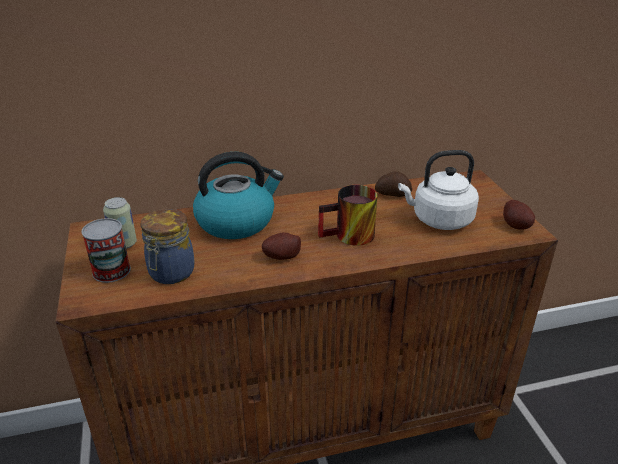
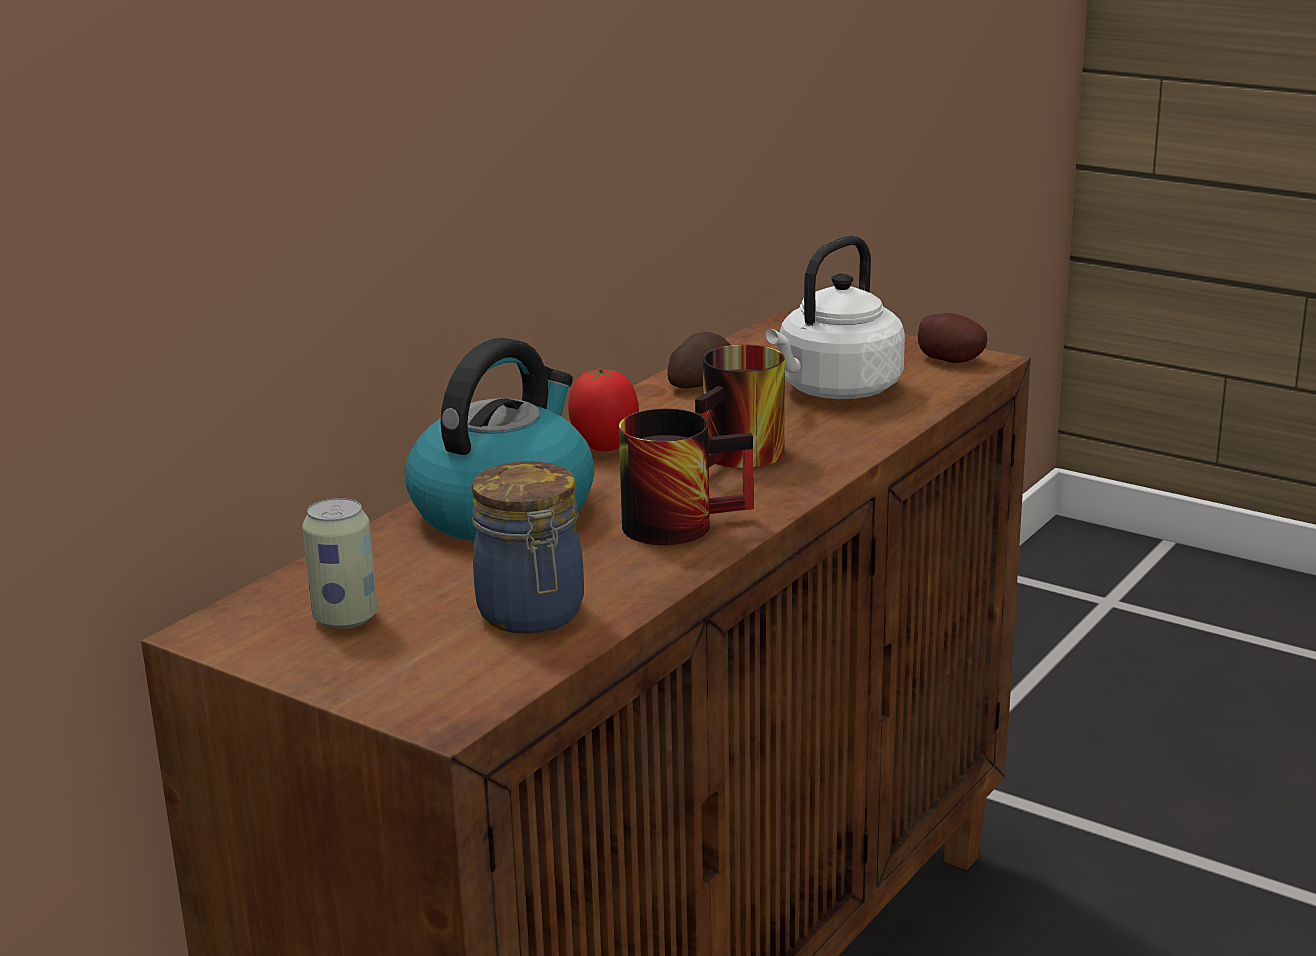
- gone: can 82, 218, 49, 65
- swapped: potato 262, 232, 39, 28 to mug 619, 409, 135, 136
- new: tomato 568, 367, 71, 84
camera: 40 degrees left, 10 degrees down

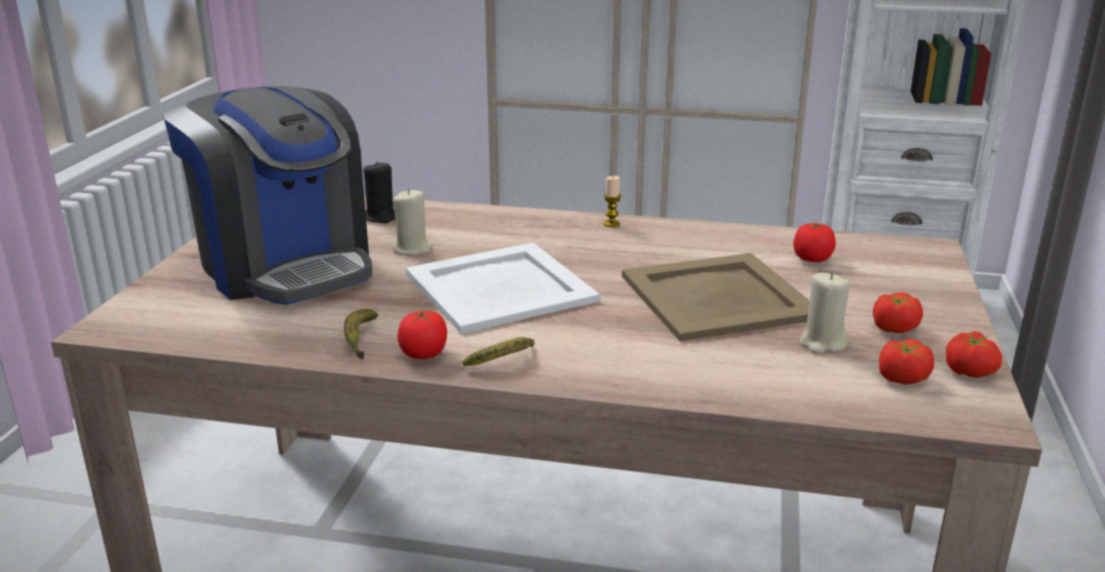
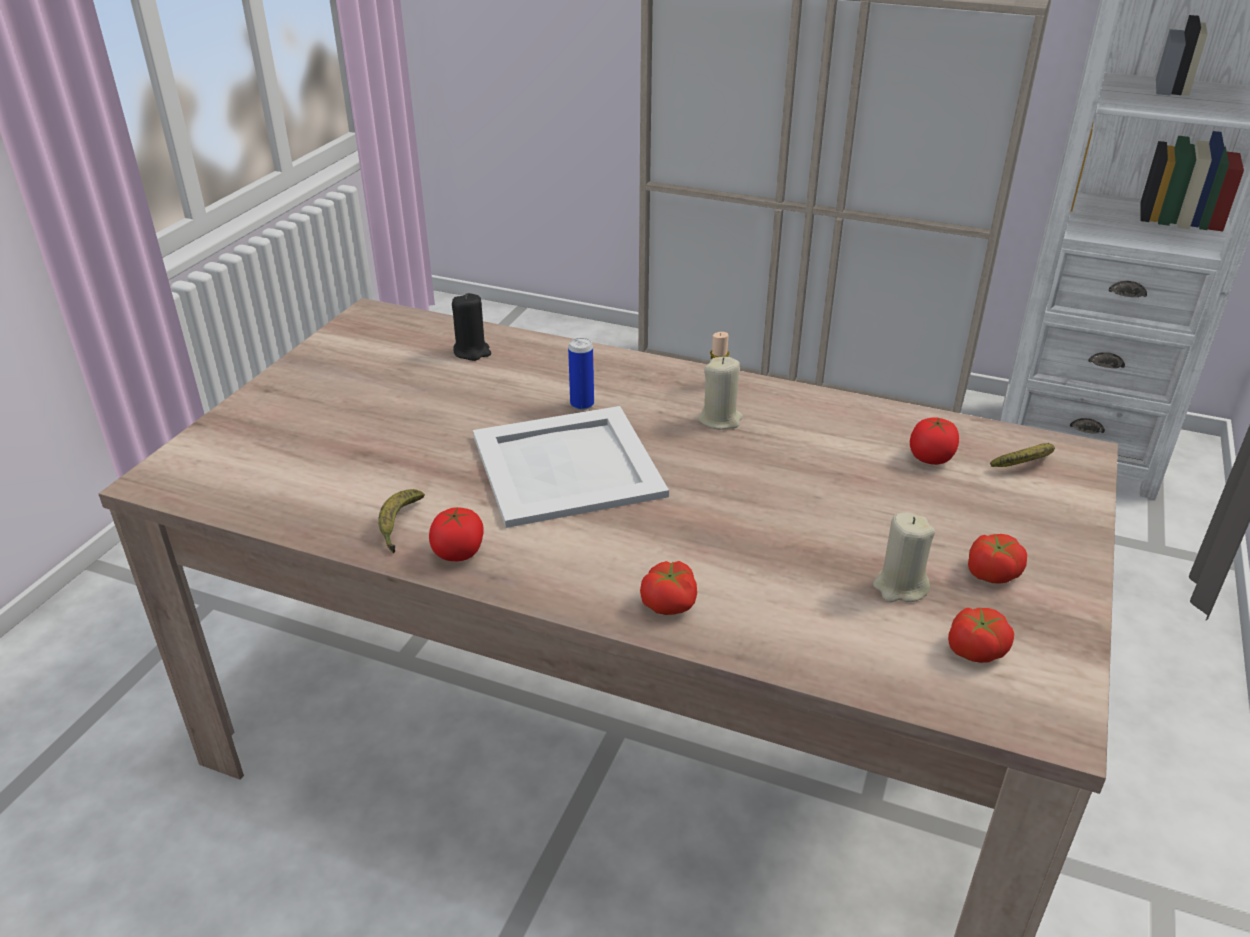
- gone: coffee machine 163, 86, 209, 219
- shifted: beige candle 392, 189, 41, 66 to 698, 357, 45, 73
- shifted: banana 462, 337, 73, 29 to 990, 443, 65, 24
- gone: beige tray 622, 253, 188, 88
- shifted: tomato 946, 331, 56, 47 to 640, 561, 57, 54
- new: can 568, 338, 26, 72
camera: 10 degrees right, 10 degrees up

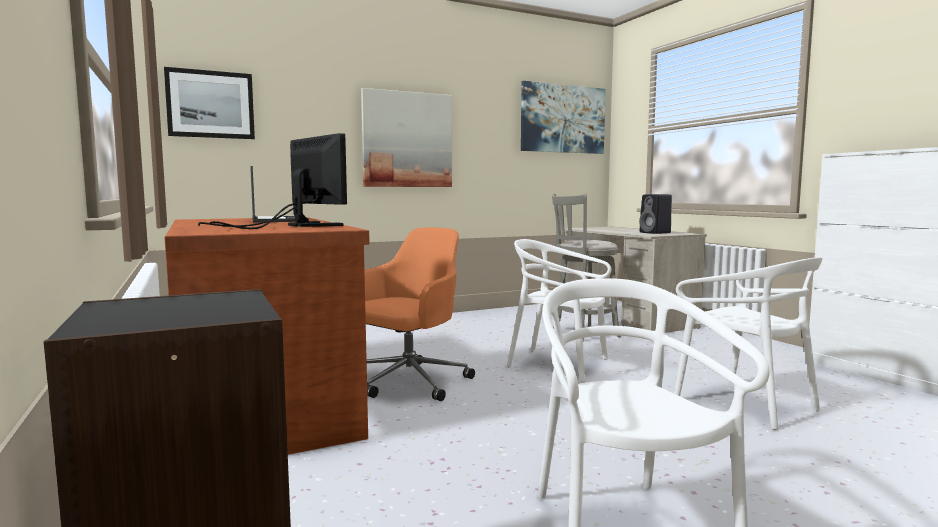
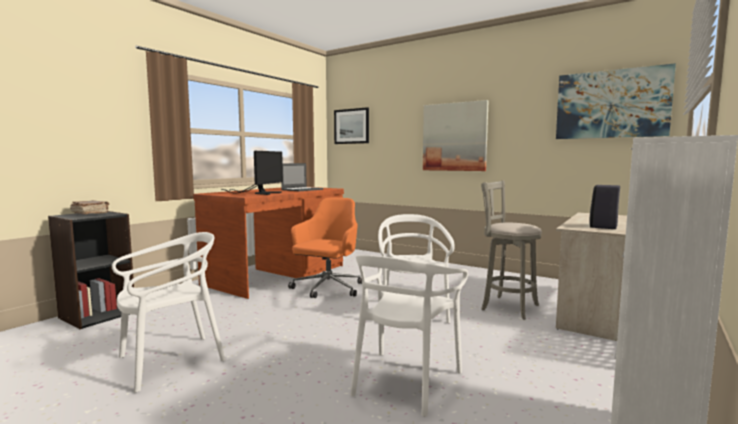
- rotated: orange office chair 365, 227, 110, 174 = 288, 197, 74, 101 75 degrees counterclockwise
- new: brown book 70, 200, 39, 14
camera: 60 degrees right, 0 degrees up

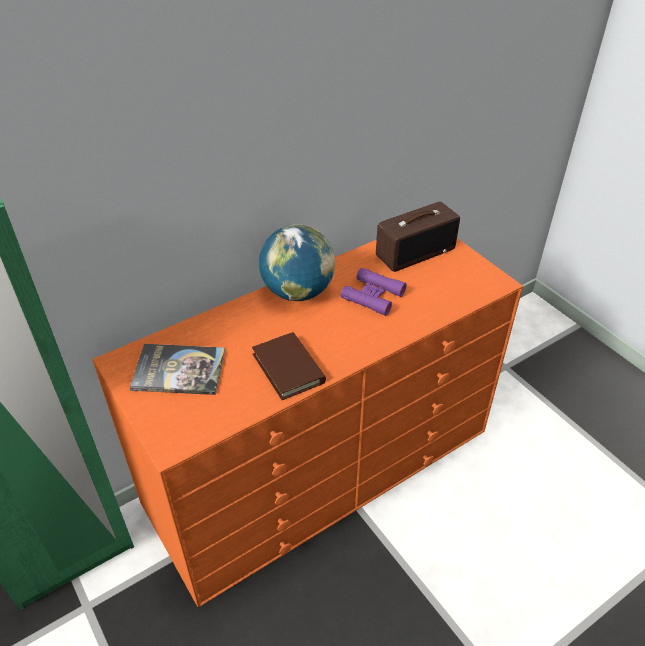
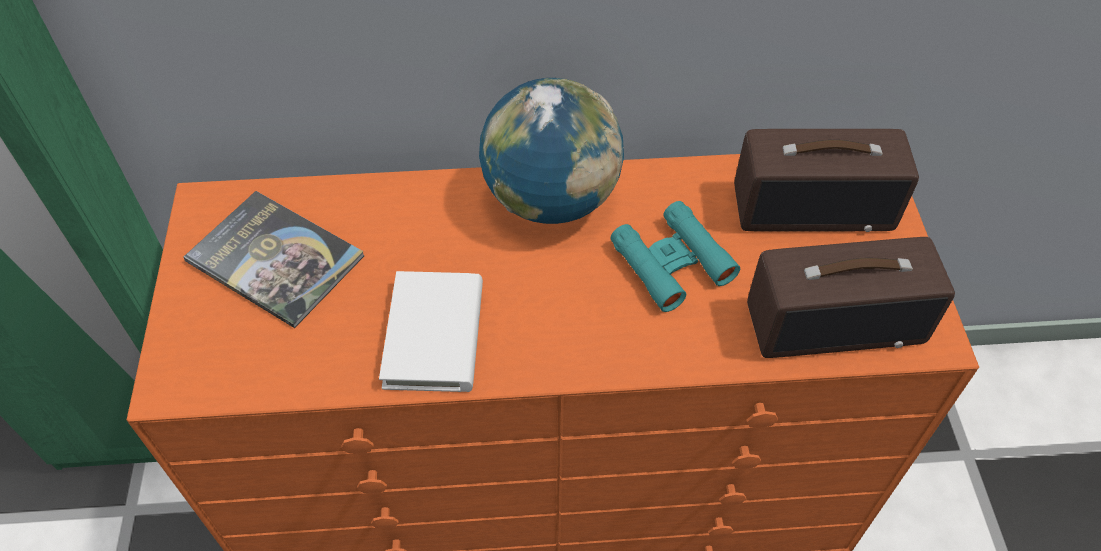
- repainted: brown book 252, 332, 74, 68 to white book 379, 271, 104, 121
- repainted: purple binoculars 341, 268, 66, 48 to turquoise binoculars 610, 201, 130, 111
- new: radio 747, 237, 208, 121
camera: 30 degrees right, 10 degrees up

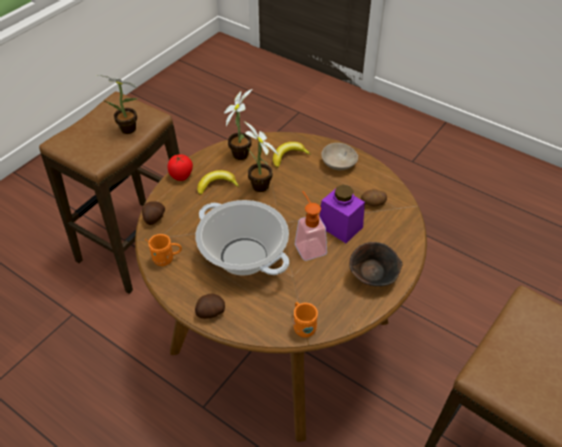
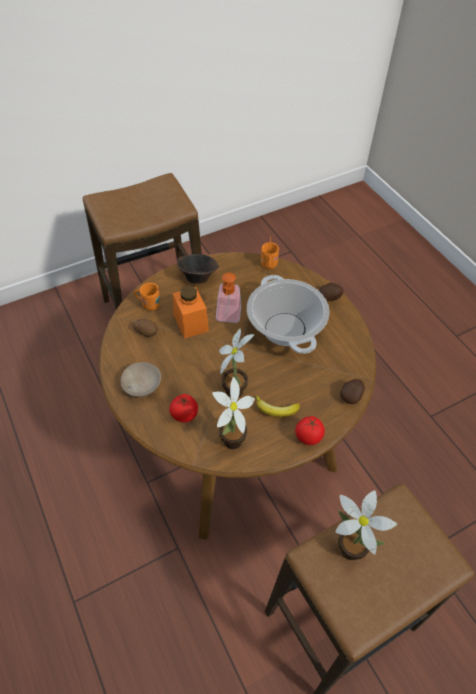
- shifted: orange mug 145, 234, 37, 32 to 134, 283, 26, 28
- swapped: banana 273, 142, 38, 26 to tomato 169, 394, 29, 29
- repainted: purple jar 319, 185, 46, 58 to orange jar 173, 286, 36, 53
camera: 155 degrees left, 5 degrees up

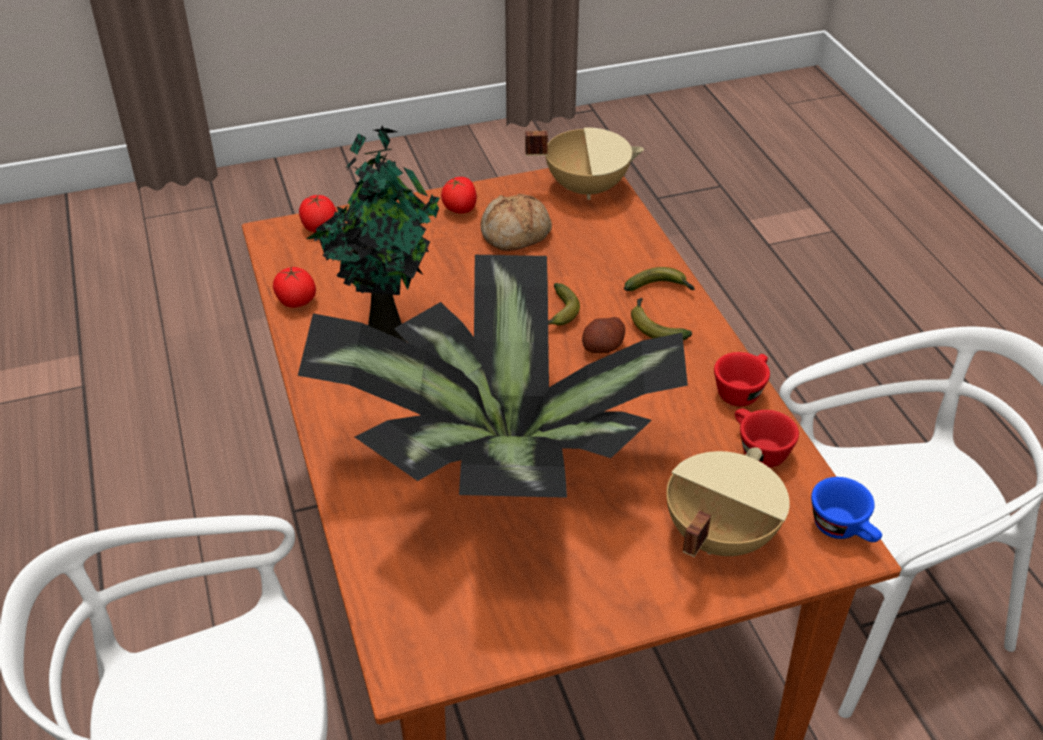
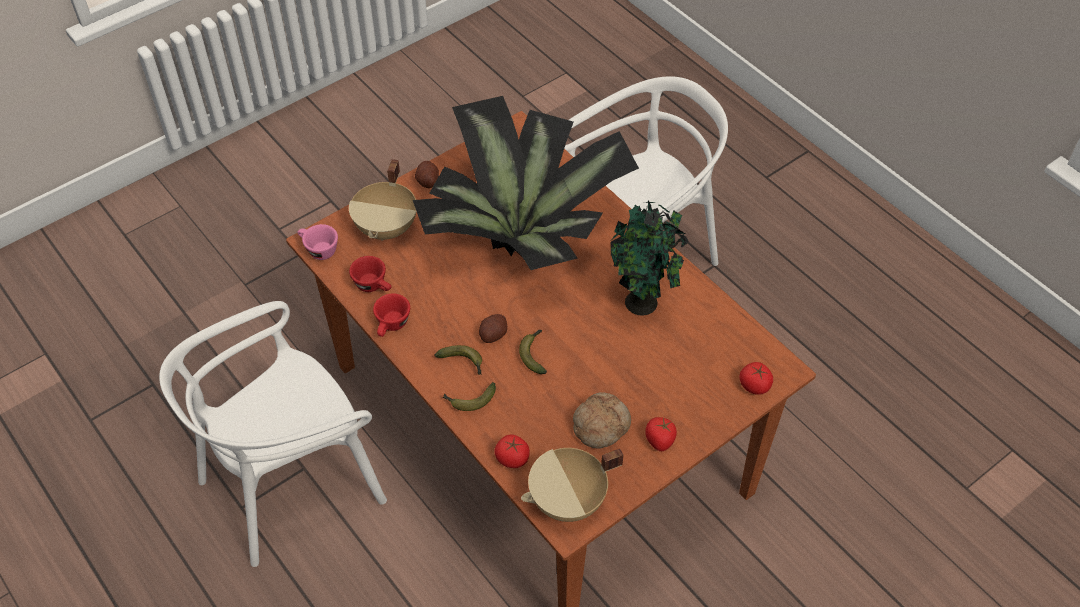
- shifted: tomato 273, 266, 43, 42 to 494, 435, 36, 33
- repainted: blue cup 811, 477, 71, 65 to pink cup 297, 224, 41, 36
- new: potato 415, 161, 24, 27
camera: 160 degrees right, 10 degrees up

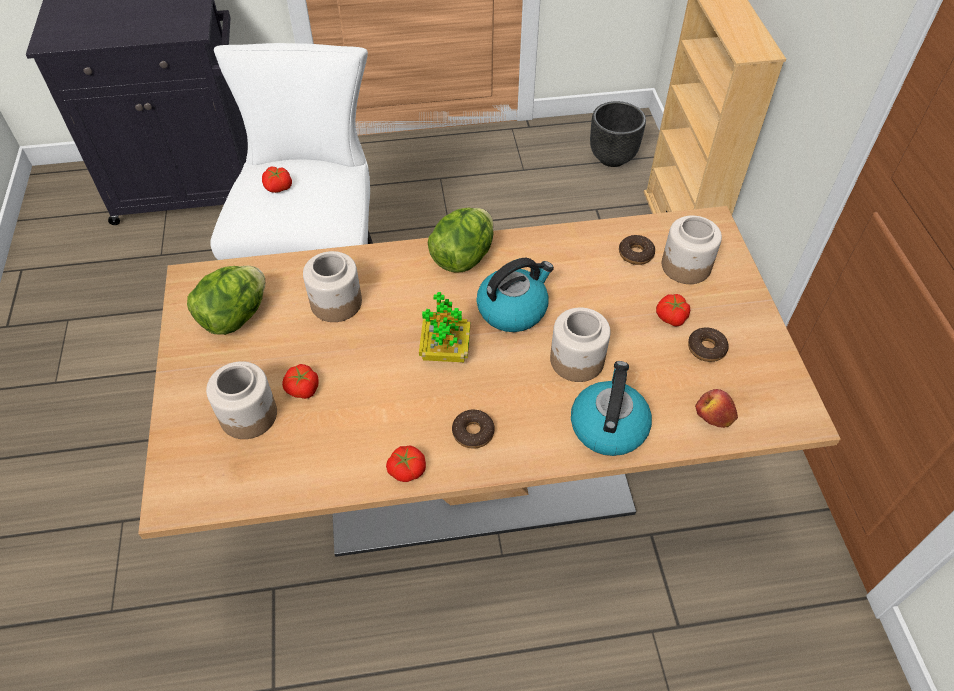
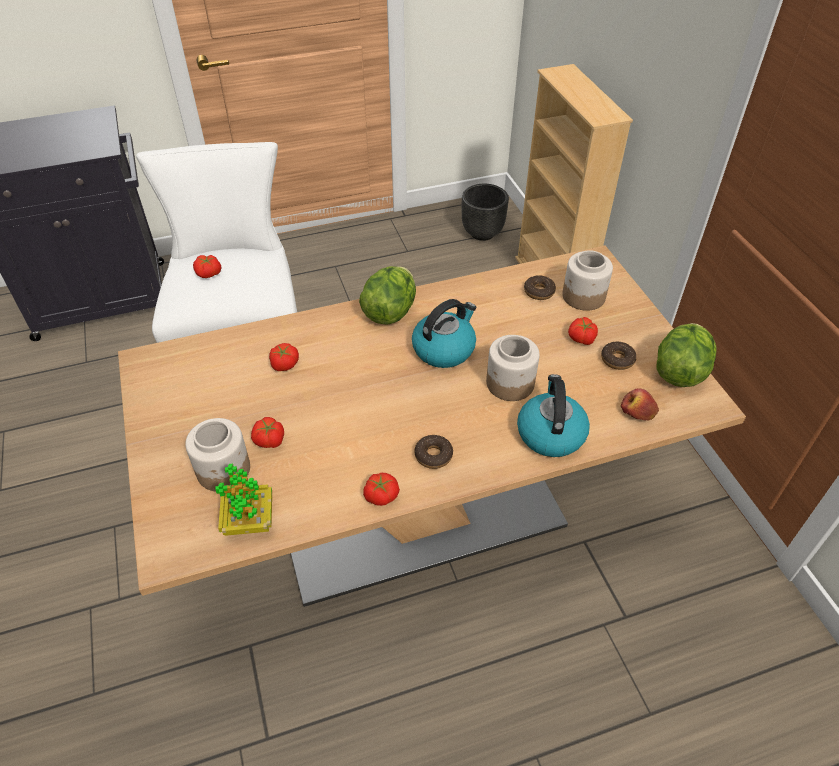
- shifted: lettuce 187, 266, 78, 69 to 656, 323, 61, 64
- swapped: jar 303, 251, 59, 71 to tomato 269, 343, 30, 28
- shifted: potted plant 419, 292, 51, 70 to 215, 464, 57, 72
camera: 10 degrees left, 5 degrees down

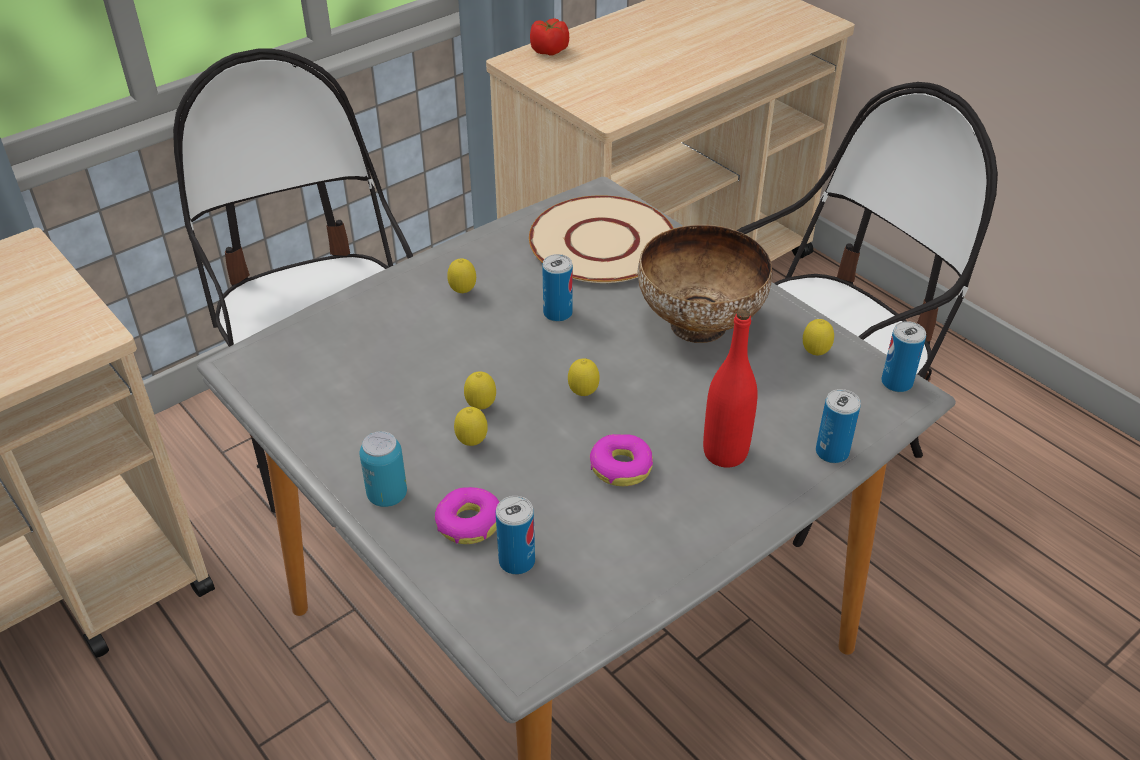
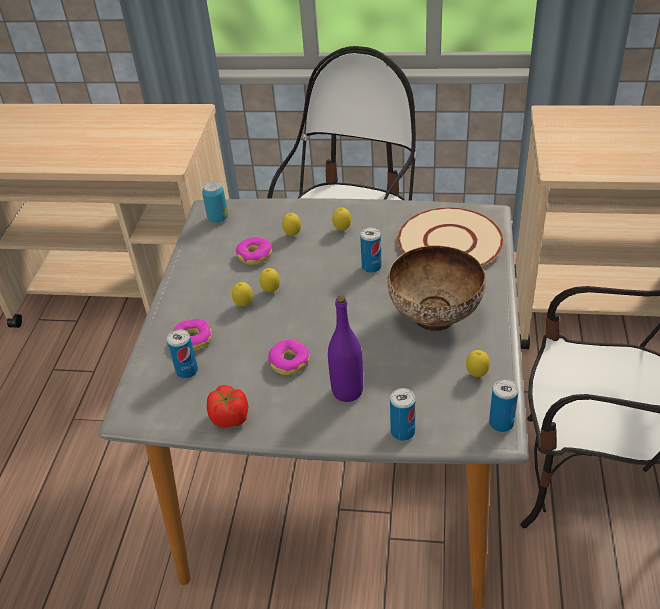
- shifted: can 359, 431, 48, 76 to 202, 181, 26, 42
- shifted: tomato 530, 18, 39, 37 to 207, 385, 41, 43
- shifted: lemon 568, 358, 32, 38 to 282, 213, 19, 23
- repainted: red bottle 703, 309, 55, 159 to purple bottle 328, 296, 35, 106
- new: donut 236, 237, 36, 28
camera: 50 degrees right, 0 degrees up

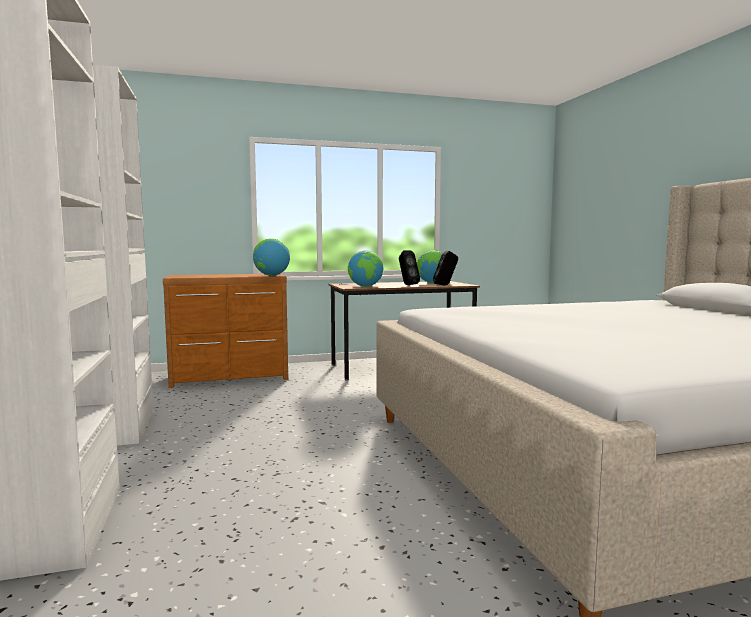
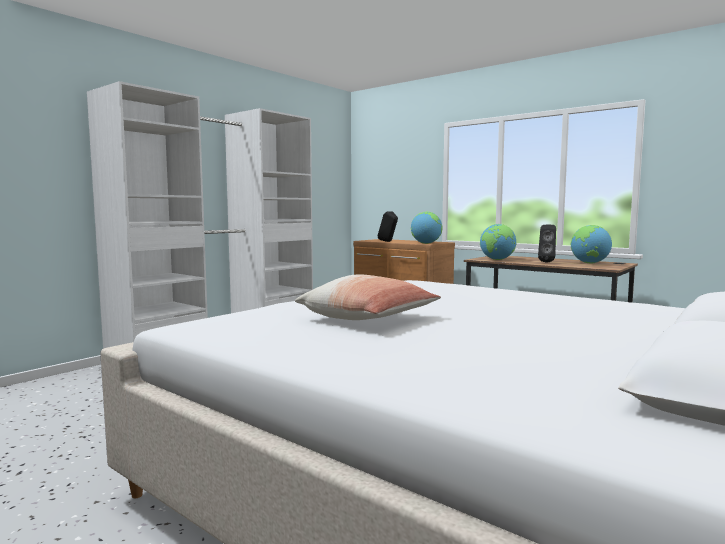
- shifted: black speaker 433, 250, 25, 35 to 378, 211, 20, 31
- new: pillow 295, 275, 146, 45
camera: 55 degrees right, 0 degrees up

